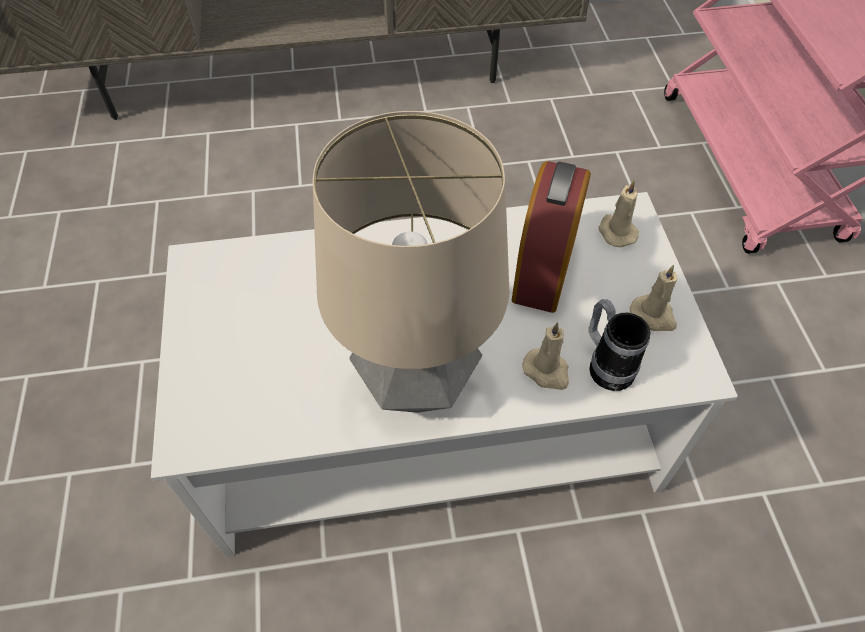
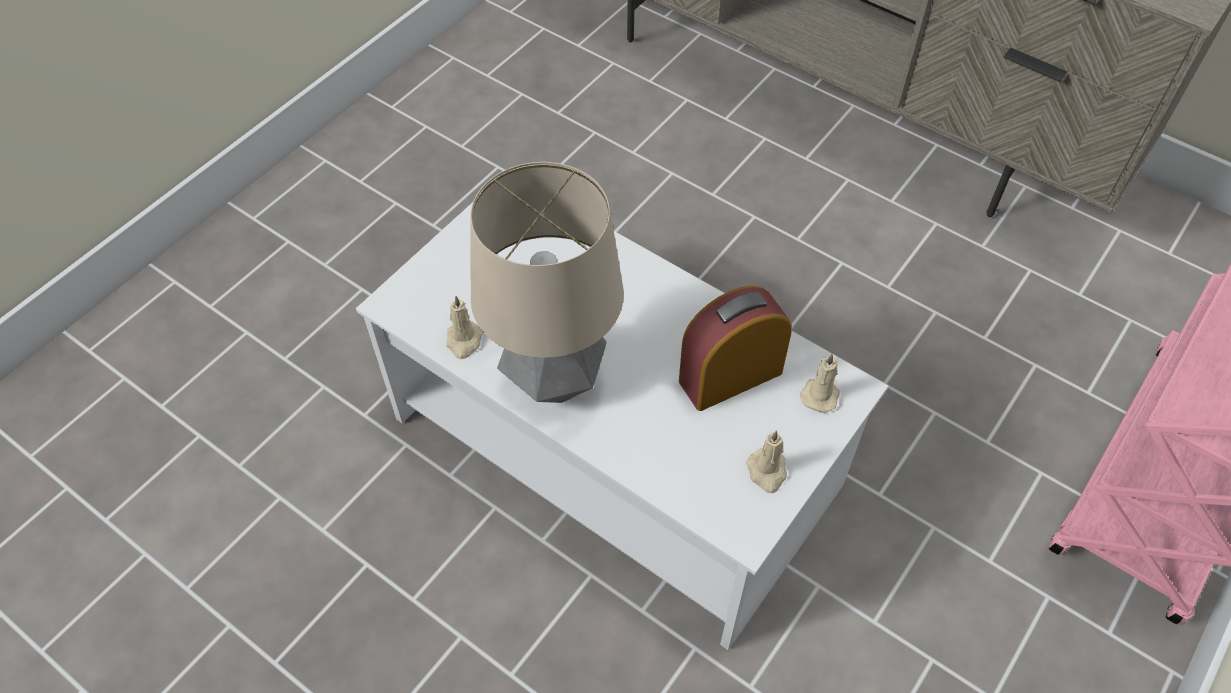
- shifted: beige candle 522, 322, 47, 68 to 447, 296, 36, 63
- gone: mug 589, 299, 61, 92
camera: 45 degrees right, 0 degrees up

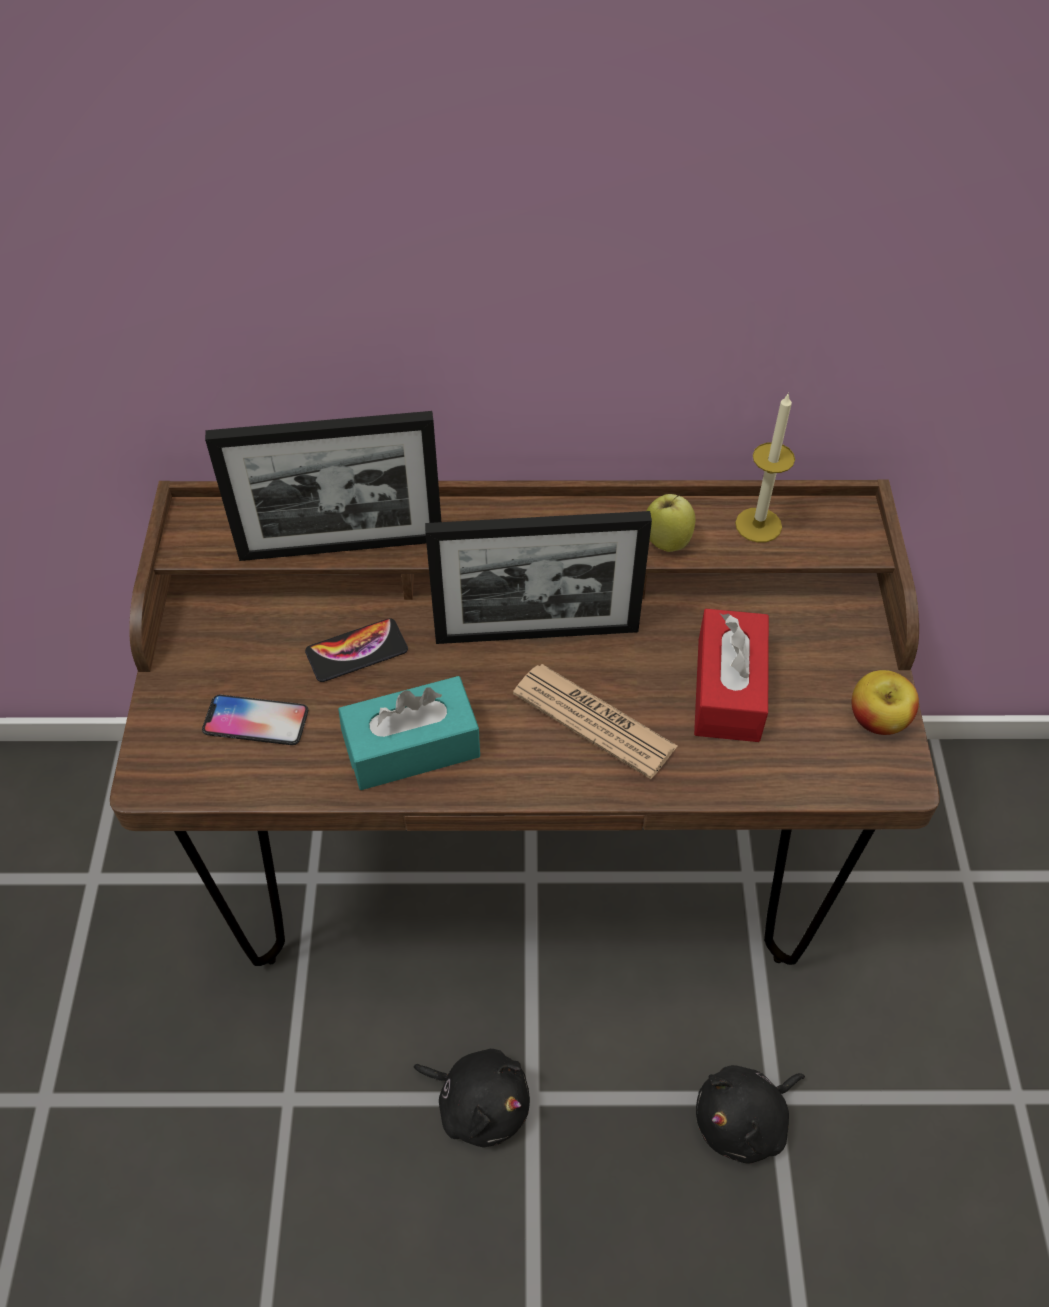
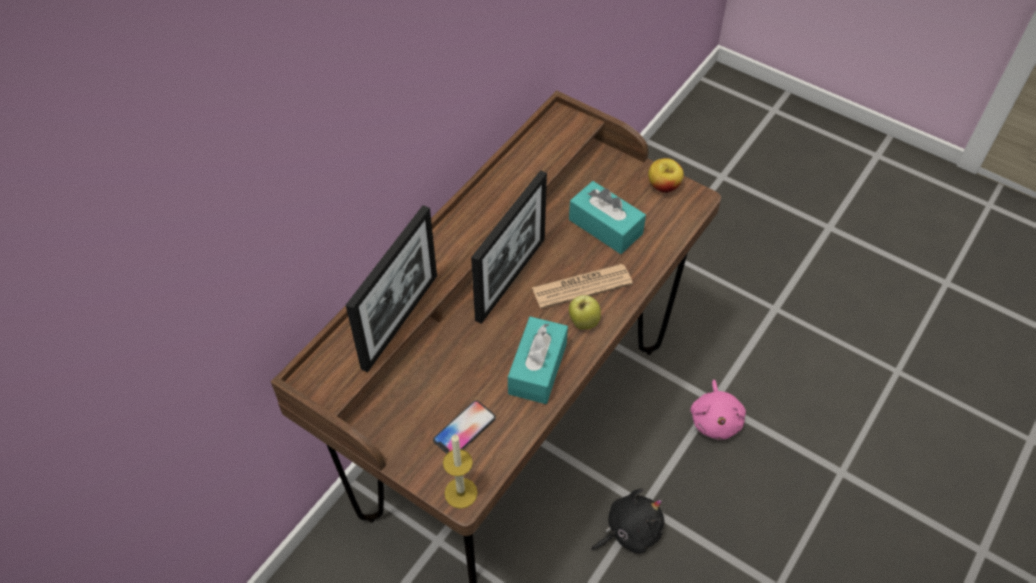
- gone: phone 305, 618, 103, 64
- shifted: apple 646, 494, 50, 58 to 569, 295, 32, 35
- repainted: red tissue box 694, 609, 75, 133 to turquoise tissue box 569, 181, 77, 73
- repainted: black plush toy 696, 1065, 109, 99 to pink plush toy 690, 380, 56, 60
- shifted: candle 735, 392, 60, 151 to 443, 434, 35, 75
camera: 55 degrees left, 0 degrees up

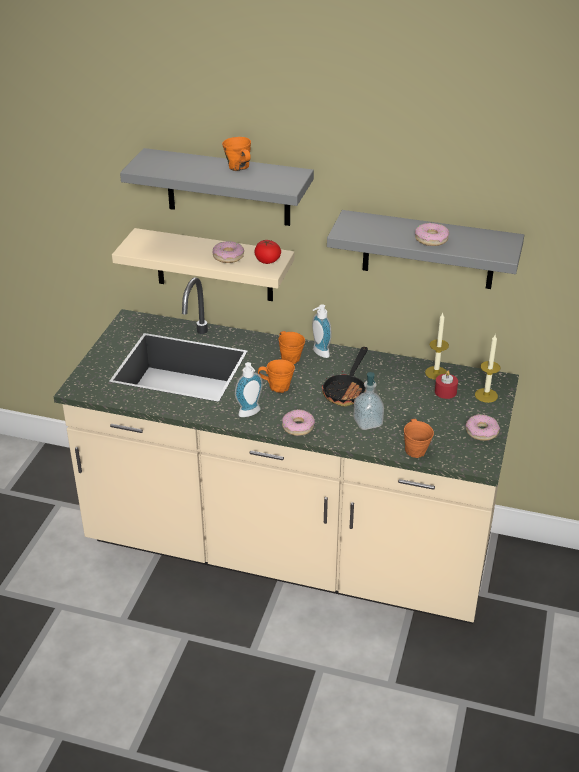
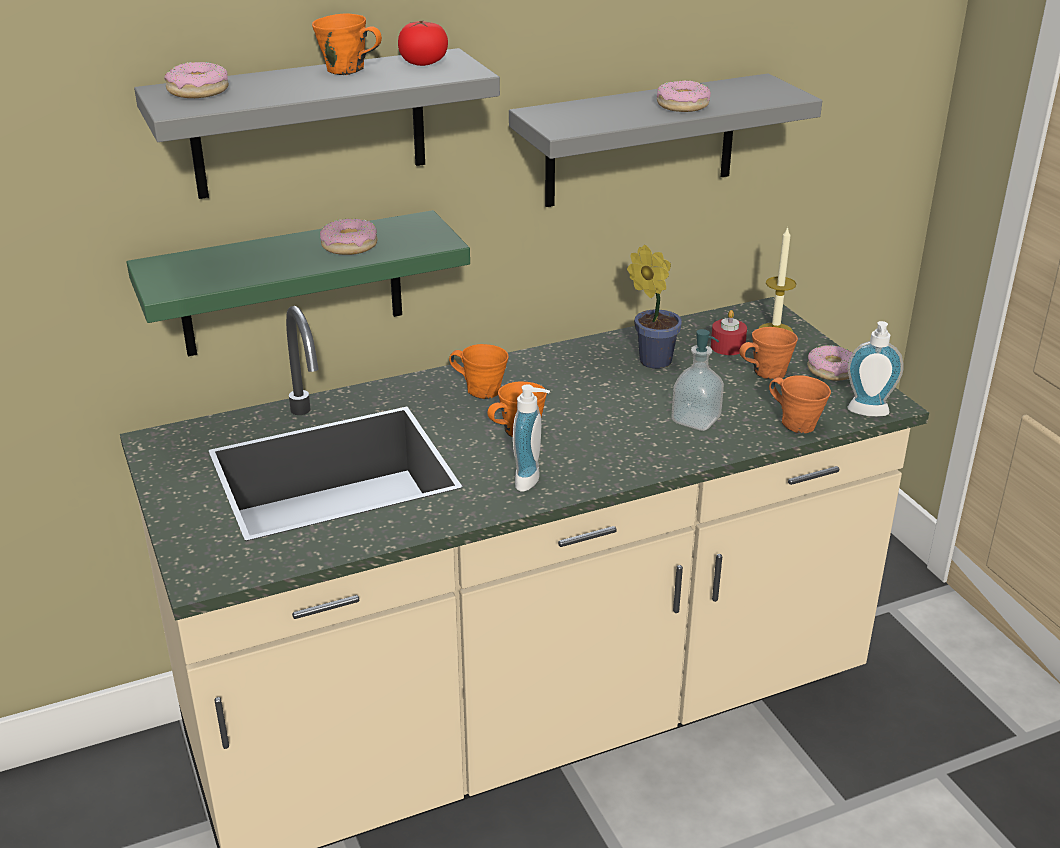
- repainted: beige shelf 112, 228, 182, 73 to green shelf 127, 210, 343, 146
- shifted: tomato 254, 240, 27, 24 to 398, 20, 50, 46
- shifted: donut 282, 409, 33, 27 to 164, 62, 65, 36
- shifted: soap dispenser 312, 304, 20, 54 to 847, 321, 56, 96
- gone: frying pan 322, 347, 46, 60
- gone: candle 425, 313, 24, 67
- new: potted plant 627, 245, 55, 124
- new: orange mug 739, 327, 59, 52
camera: 40 degrees left, 5 degrees down

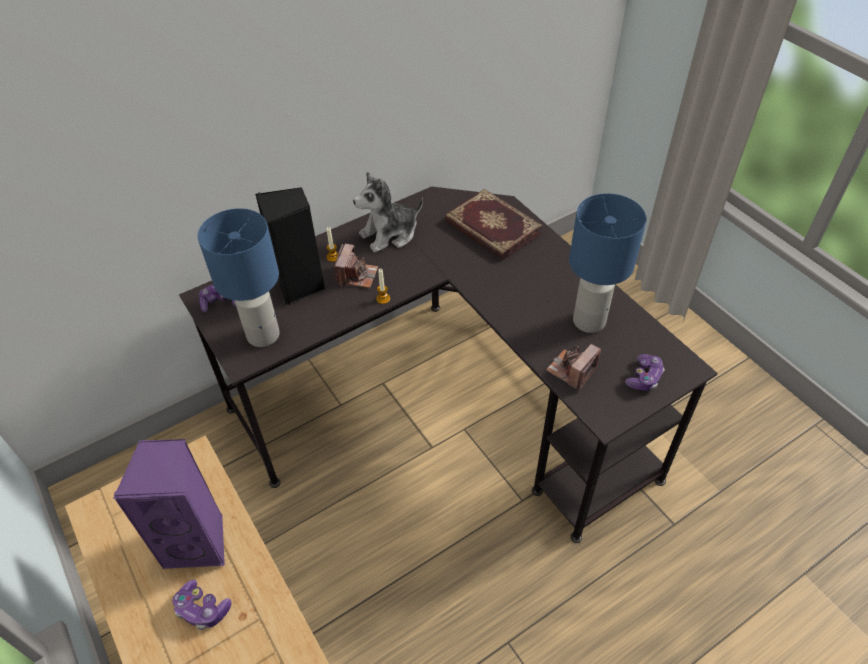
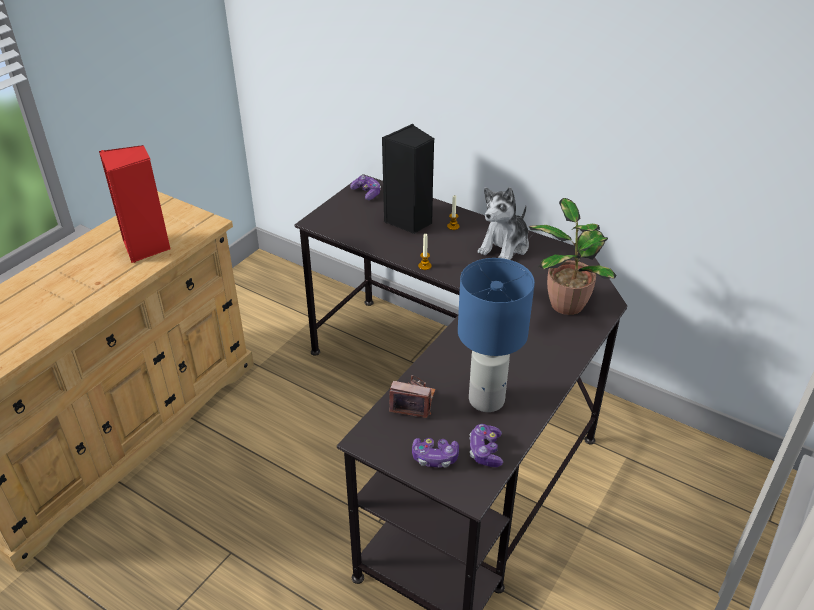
- repainted: purple speaker 113, 439, 112, 130 to red speaker 99, 145, 72, 118
- shifted: game controller 173, 580, 58, 50 to 469, 424, 34, 43
- gone: blue table lamp 198, 208, 82, 139
- gone: photo camera 334, 244, 44, 44
- rotated: plush toy 353, 172, 70, 81 = 478, 187, 51, 73 90 degrees counterclockwise
- swapped: book 444, 189, 99, 71 to potted plant 529, 198, 88, 117
camera: 65 degrees right, 10 degrees down

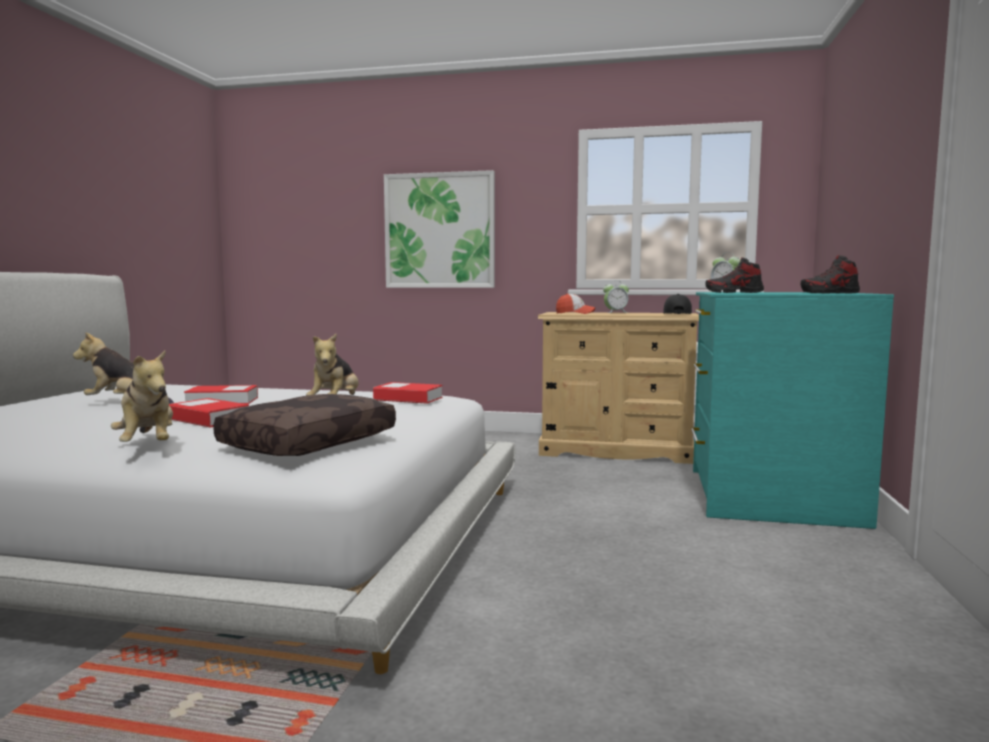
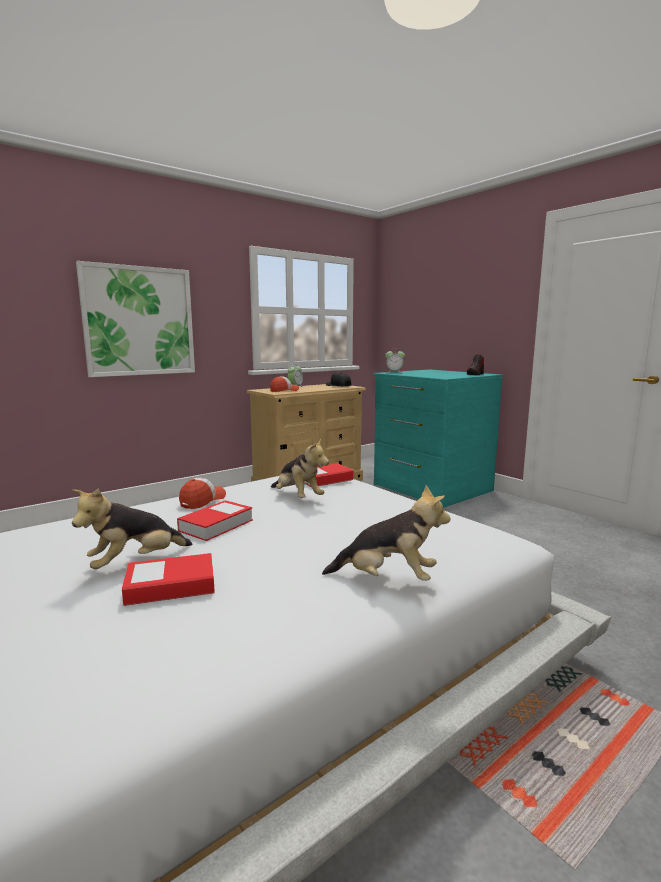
- shifted: book 169, 398, 80, 30 to 122, 553, 93, 53
- gone: brown pillow 213, 394, 183, 62
- gone: shoe 705, 257, 59, 36
- new: cap 179, 478, 47, 31
camera: 50 degrees left, 5 degrees up

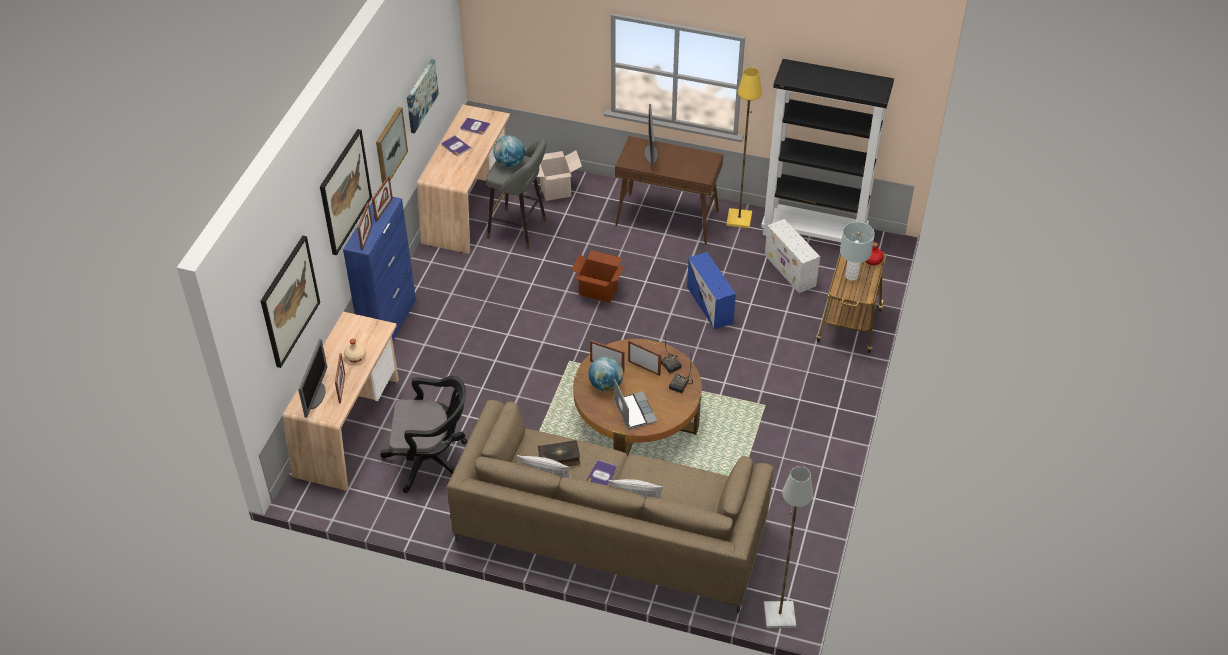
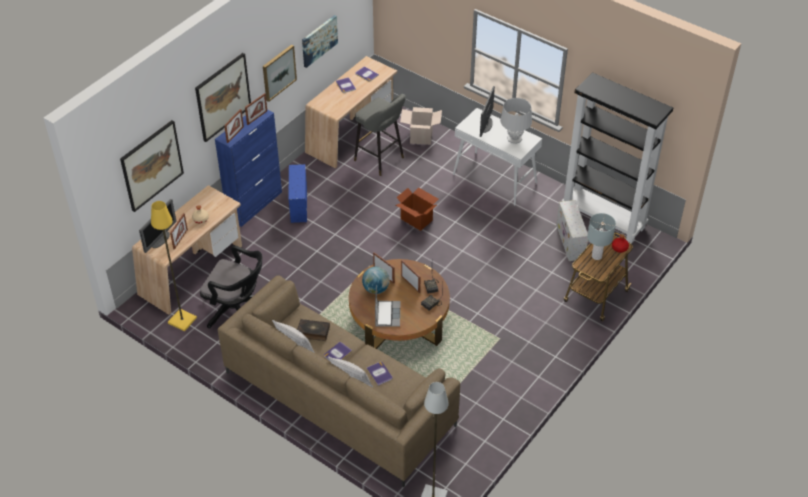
- gone: globe 493, 135, 32, 32
- repainted: brown console table 615, 136, 108, 108 to white console table 453, 108, 89, 98
- shifted: blue storage box 687, 252, 49, 77 to 288, 164, 19, 59
- shifted: yellow floor lamp 726, 67, 36, 161 to 151, 201, 46, 131
- new: book 366, 362, 26, 24
- new: grey table lamp 500, 98, 32, 46
camera: 20 degrees right, 0 degrees up

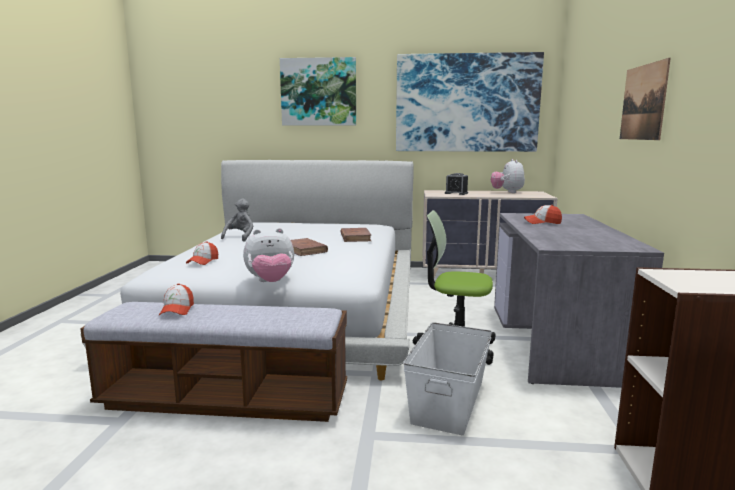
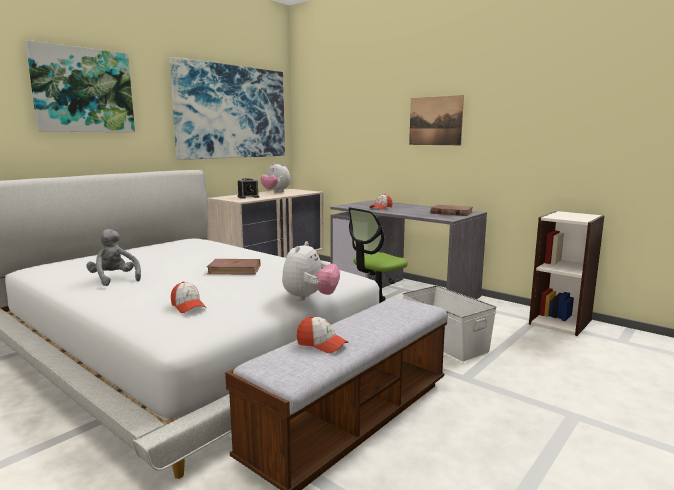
- shifted: brown book 341, 228, 30, 14 to 431, 205, 42, 11
camera: 55 degrees left, 0 degrees up

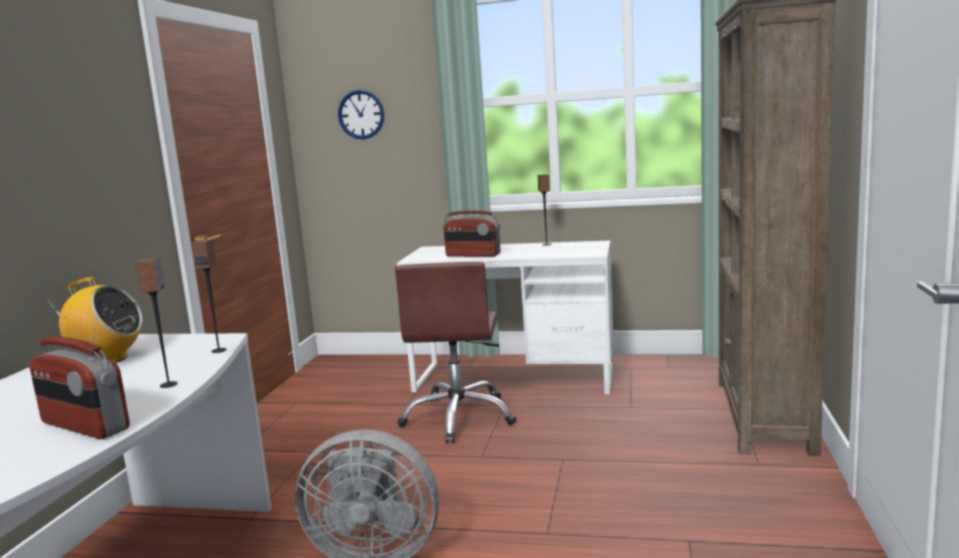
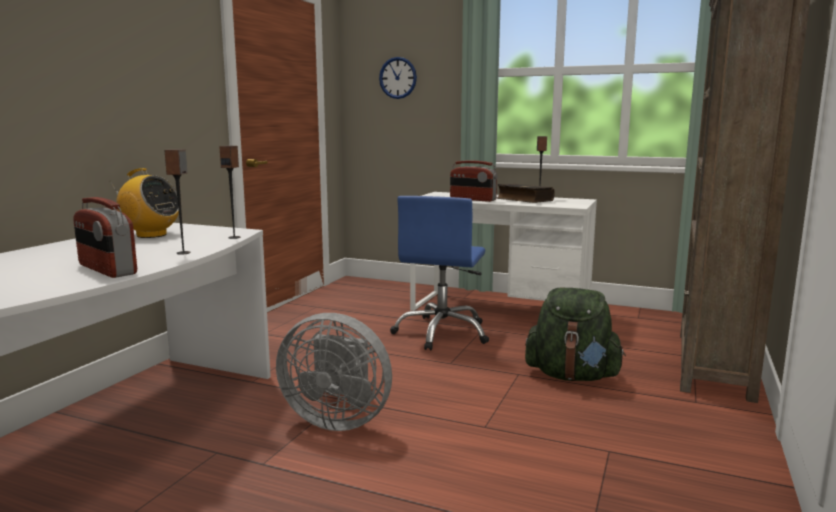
- repainted: brown office chair 395, 262, 121, 181 to blue office chair 390, 196, 99, 155
- new: book 497, 184, 58, 19
- new: green backpack 525, 288, 101, 93
camera: 10 degrees right, 0 degrees up

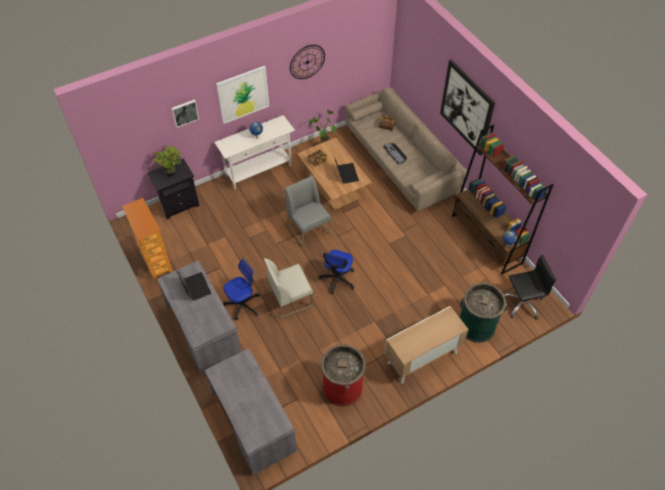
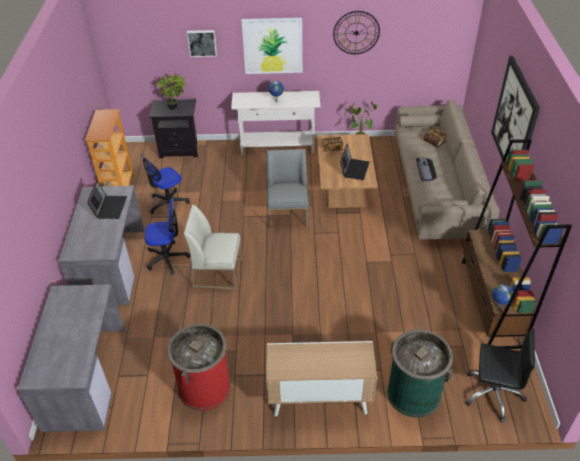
- shifted: office chair 318, 250, 37, 44 to 140, 154, 50, 63
camera: 30 degrees right, 10 degrees down

